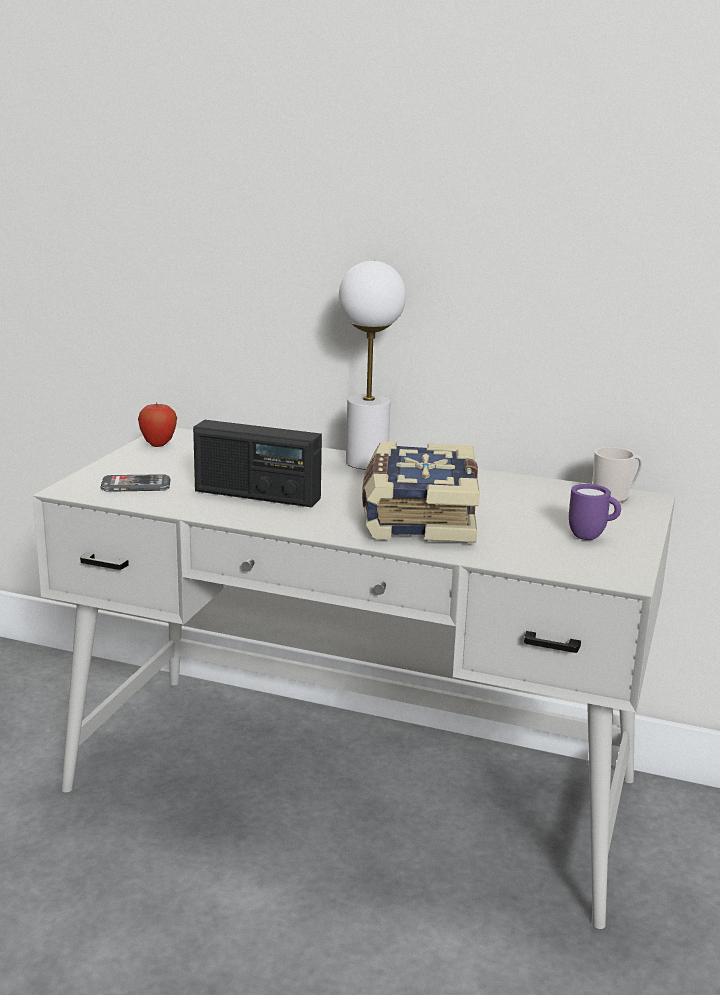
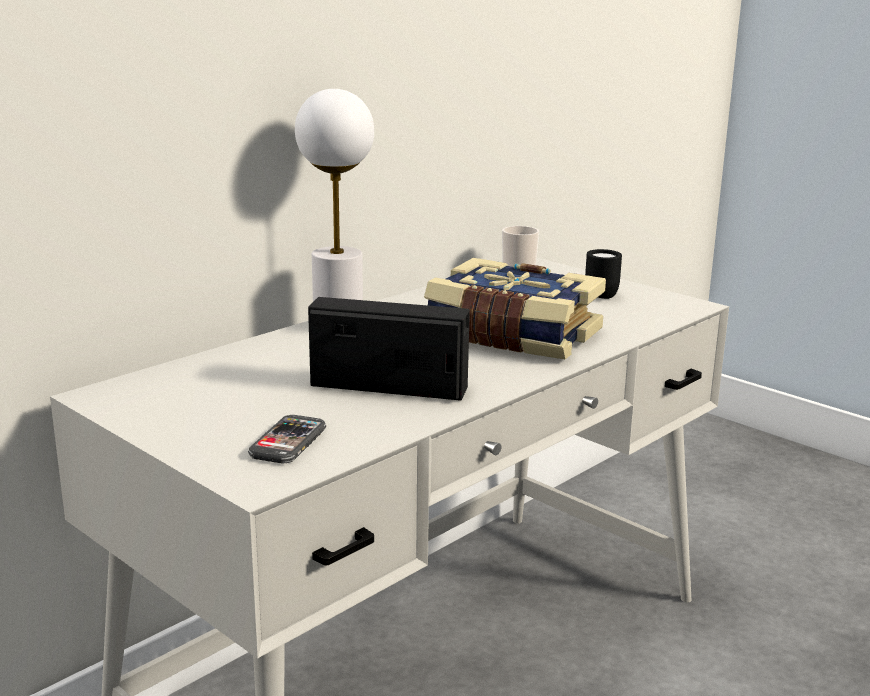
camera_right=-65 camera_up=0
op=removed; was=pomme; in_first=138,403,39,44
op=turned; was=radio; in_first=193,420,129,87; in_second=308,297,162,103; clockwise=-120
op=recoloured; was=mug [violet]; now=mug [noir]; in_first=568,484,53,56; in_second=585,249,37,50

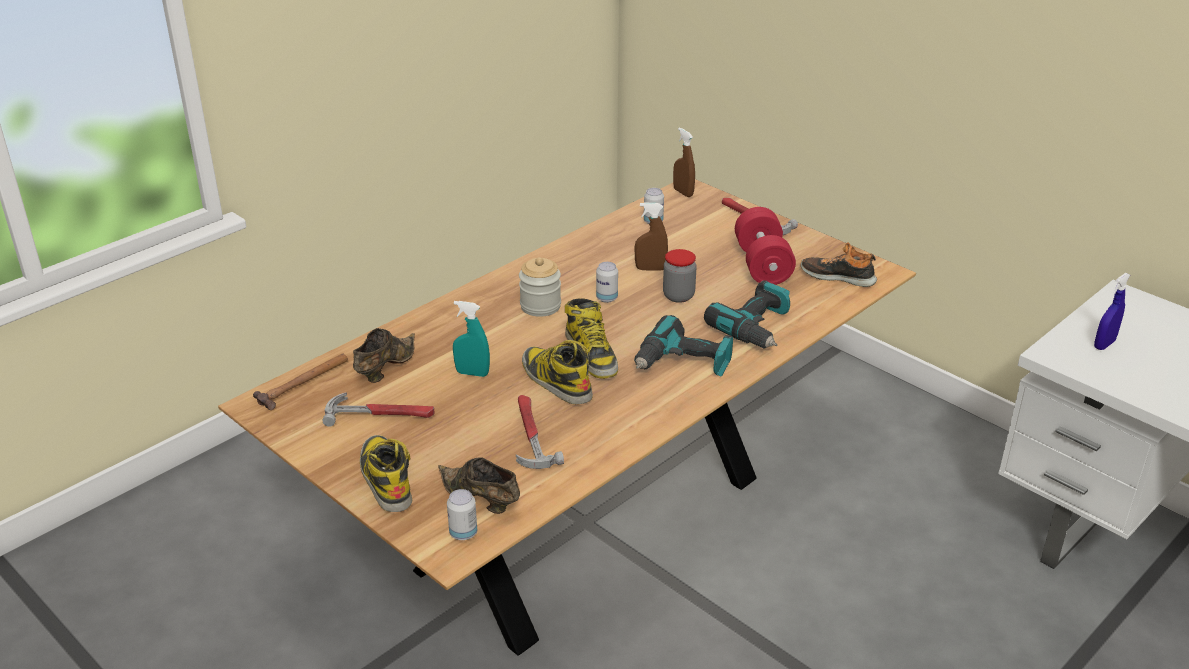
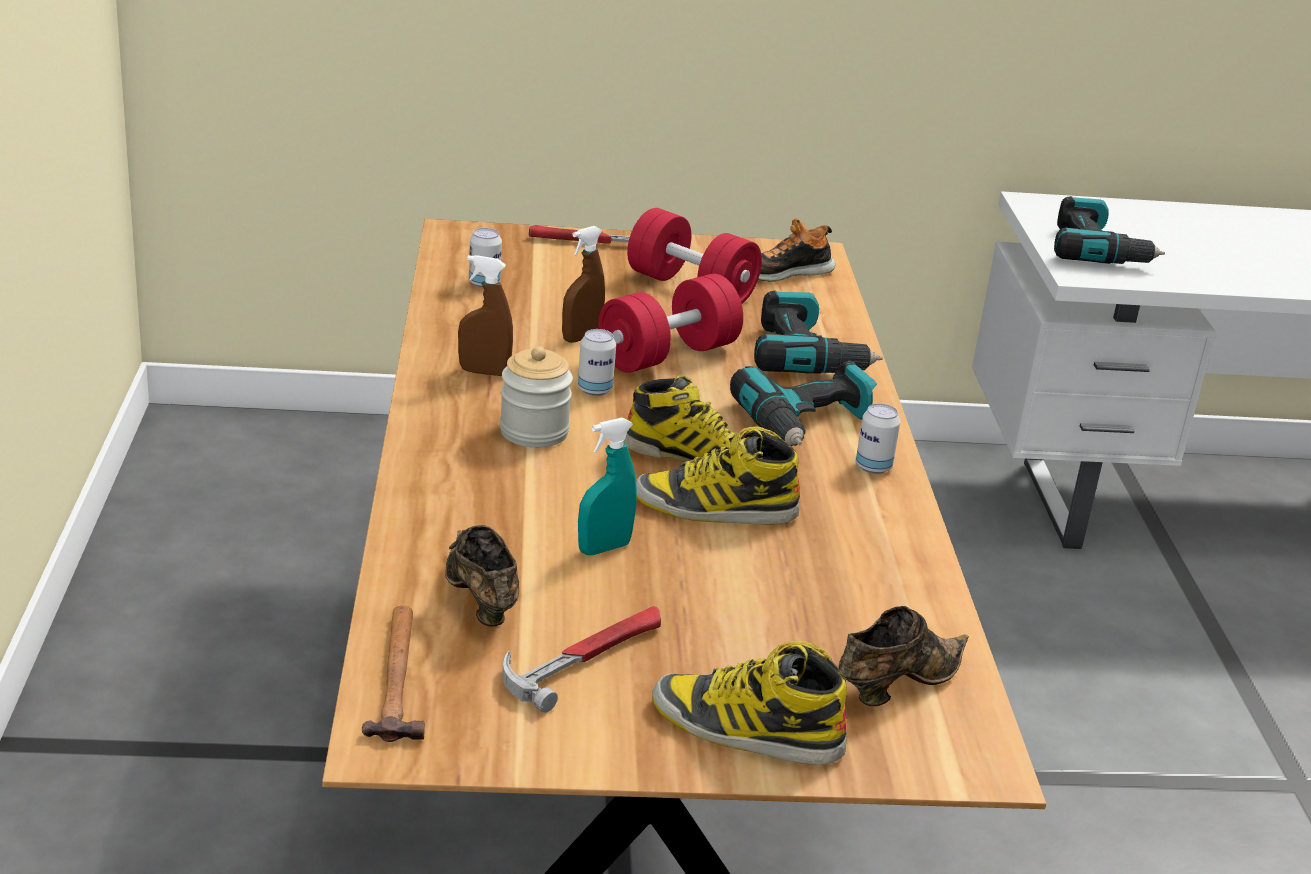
camera_right=-50 camera_up=-5
op=moved; was=vaporisateur [marron]; in_first=673,127,22,70; in_second=458,255,55,121
op=replaced; was=bocal; now=haltère [rouge]; in_first=663,249,34,54; in_second=598,274,145,99
op=replaced; was=vaporisateur [bleu]; now=perceuse; in_first=1094,273,36,77; in_second=1054,196,111,68
op=removed; was=marteau; in_first=516,395,48,74
op=turned; was=chaussure [marron]; in_first=438,457,82,57; in_second=839,606,130,100; clockwise=150
op=moved; was=boîte métallique; in_first=447,489,30,51; in_second=856,403,44,71

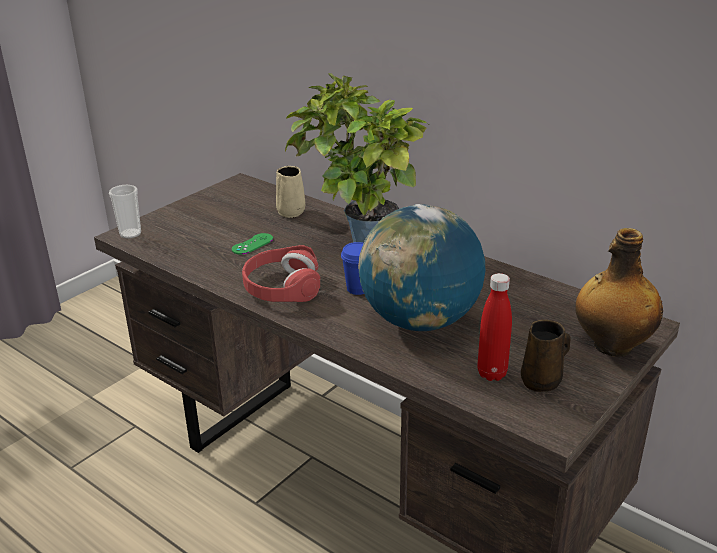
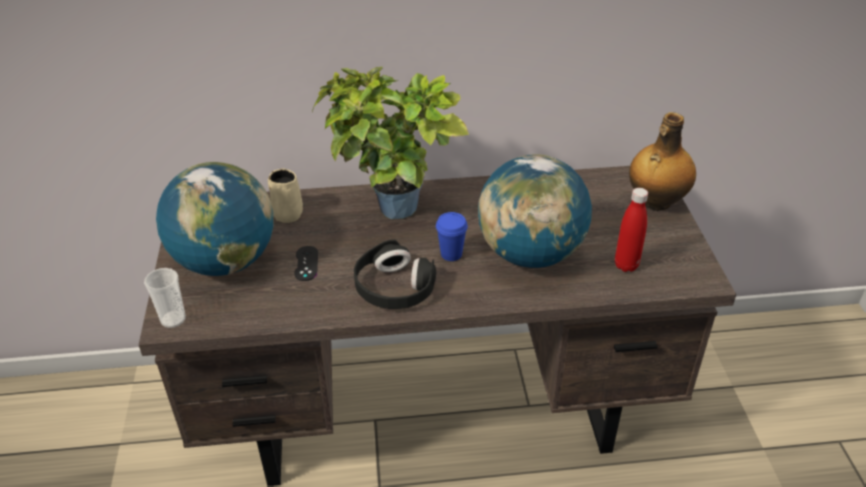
camera_right=-45 camera_up=10
op=recoloured; was=manette [vert]; now=manette [noir]; in_first=232,233,41,22; in_second=294,246,24,35
op=recoloured; was=casque audio [rouge]; now=casque audio [noir]; in_first=242,245,78,57; in_second=354,240,82,69
op=removed; was=mug [marron]; in_first=521,320,50,72
op=added; now=globe; in_second=156,162,118,114

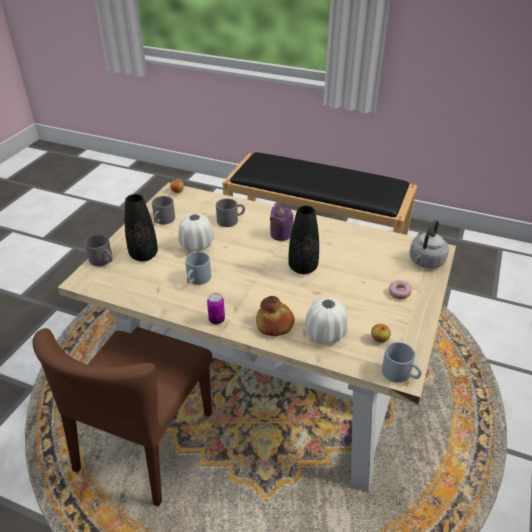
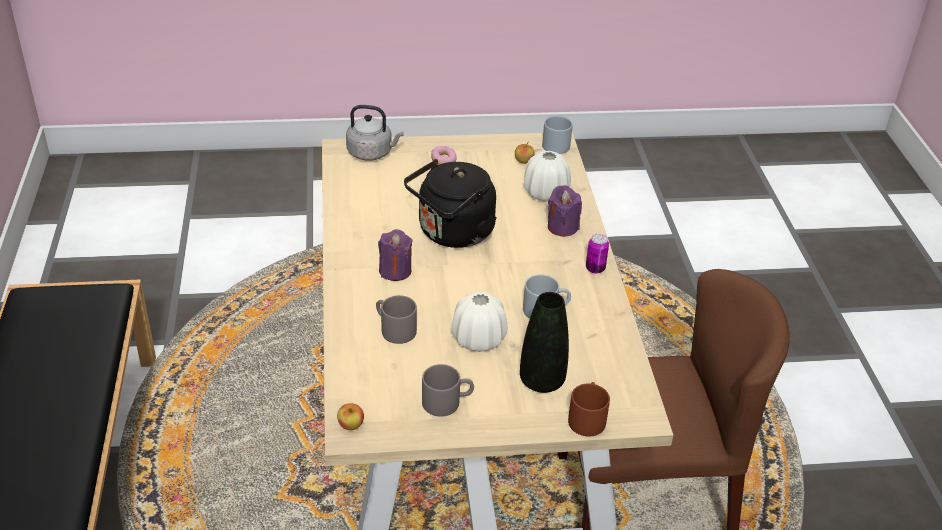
camera_right=-120 camera_up=0
op=replaced; was=vase [noir]; now=bouilloire [noir]; in_first=288,206,31,68; in_second=404,159,93,89
op=recoloured; was=mug [gris]; now=mug [marron]; in_first=85,235,27,31; in_second=568,382,42,55
op=replaced; was=pain; now=bougie [violet]; in_first=256,296,39,40; in_second=548,185,34,52

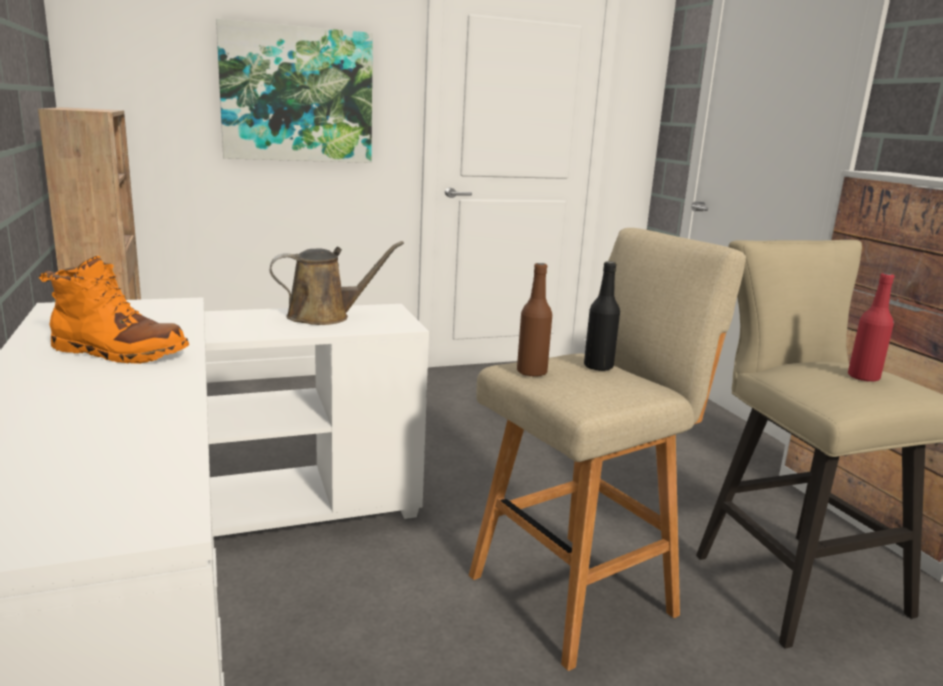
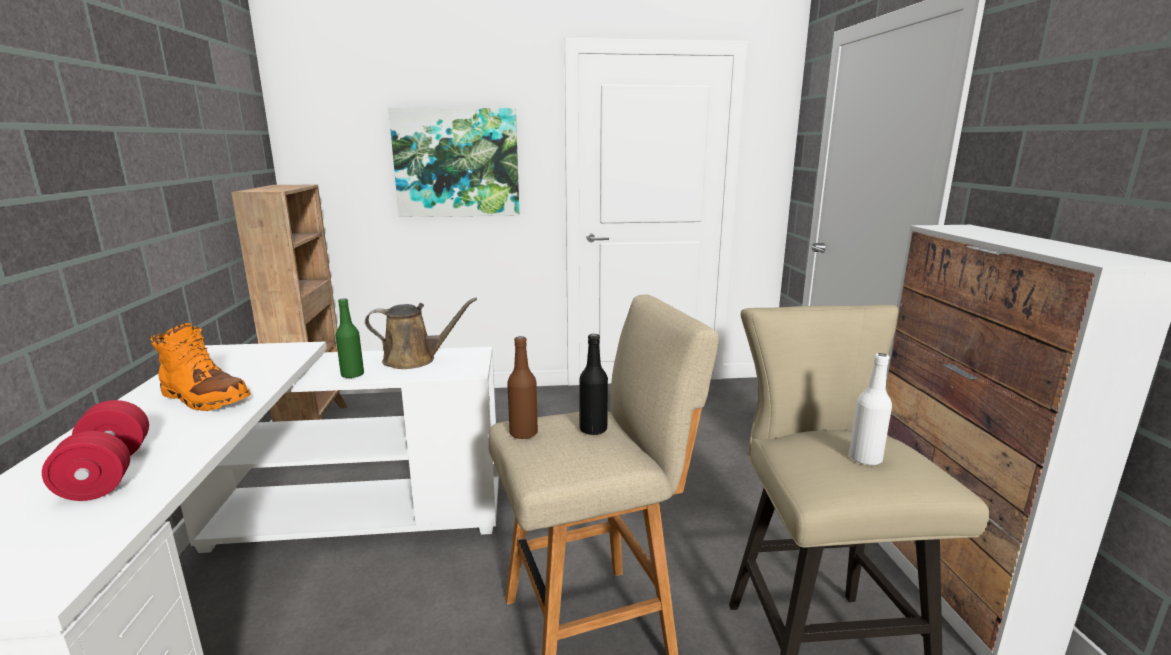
camera_right=15 camera_up=0
op=recoloured; was=bouteille [rouge]; now=bouteille [blanc]; in_first=848,273,47,109; in_second=849,353,43,112
op=added; now=bouteille [vert]; in_second=335,298,29,80
op=added; now=haltère [rouge]; in_second=42,400,107,101

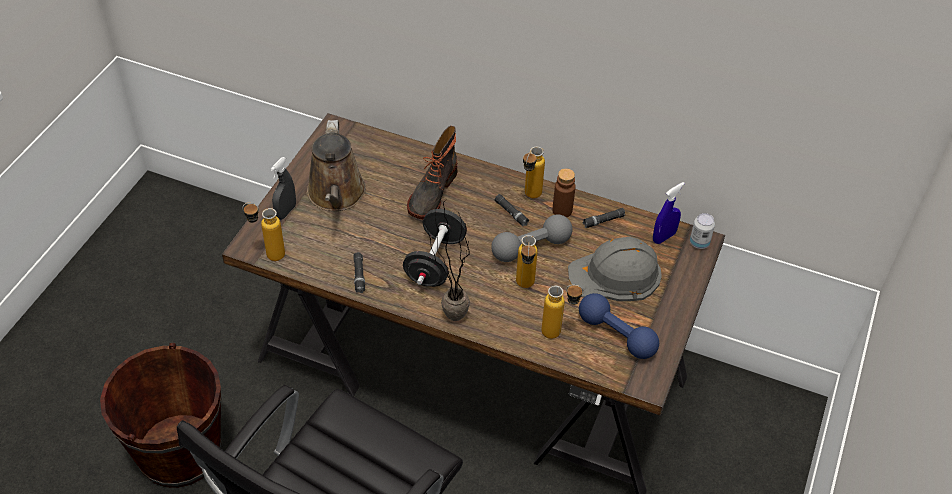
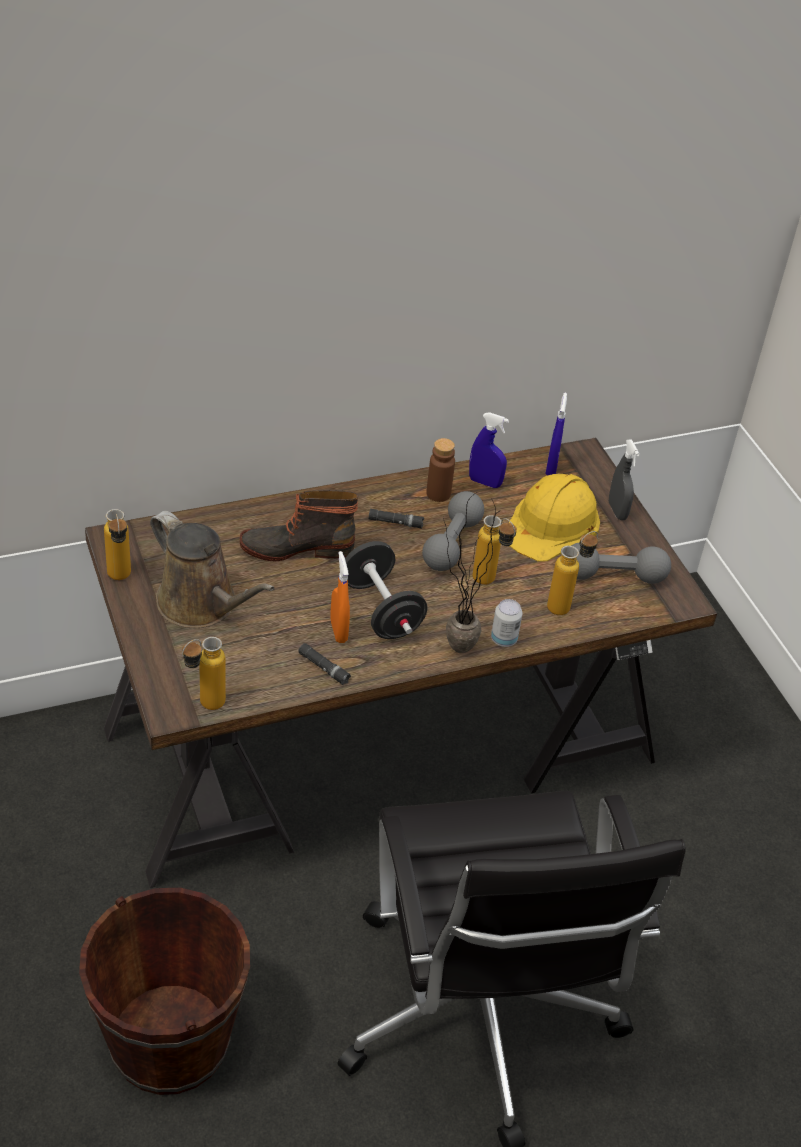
camera_right=-45 camera_up=-5
op=turned; was=botte; in_first=407,126,50,93; in_second=240,490,118,72; clockwise=105
op=moved; was=bouteille; in_first=523,147,22,51; in_second=104,509,27,71
op=moved; was=vaporisateur [gris]; in_first=270,157,26,63; in_second=609,439,31,81
op=replaced; was=lampe de poche [noir]; now=vaporisateur [bleu]; in_first=583,208,42,20; in_second=469,412,40,76
op=moved; was=boîte métallique; in_first=690,213,25,36; in_second=491,599,31,48
op=recoloured; was=casque de chantier [gris]; now=casque de chantier [jaune]; in_first=568,237,94,64; in_second=509,474,91,88
op=recoloured; was=haltère [bleu]; now=haltère [gris]; in_first=579,293,80,66; in_second=571,542,100,42
op=added; now=vaporisateur [orange]; in_second=331,551,19,92

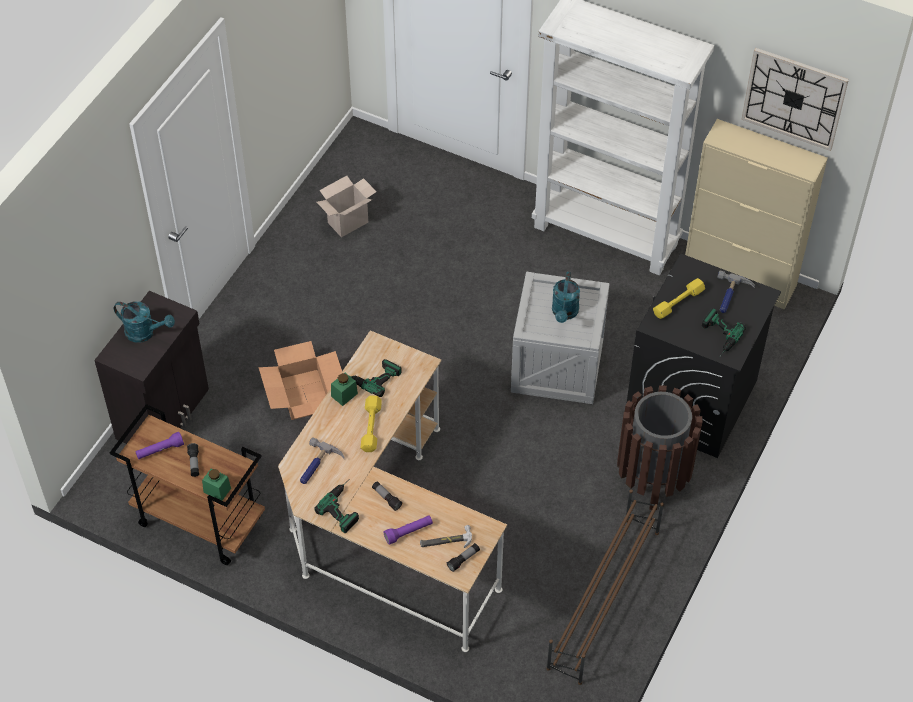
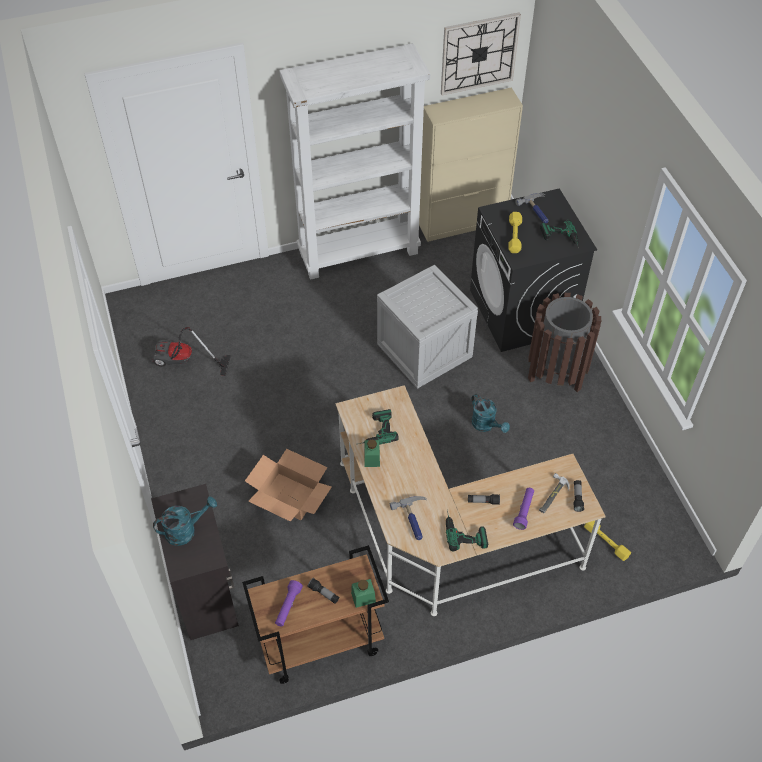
camera_right=-45 camera_up=0
op=replaced; was=carton; now=aspirateur; in_first=317,176,60,61; in_second=152,327,79,49
op=moved; was=arrosoir [turquoise]; in_first=552,272,28,51; in_second=471,394,39,39
op=moved; was=haltère [jaune]; in_first=360,395,22,57; in_second=584,521,47,40
op=removed; was=étagère à chaussures [marron]; in_first=547,489,117,196

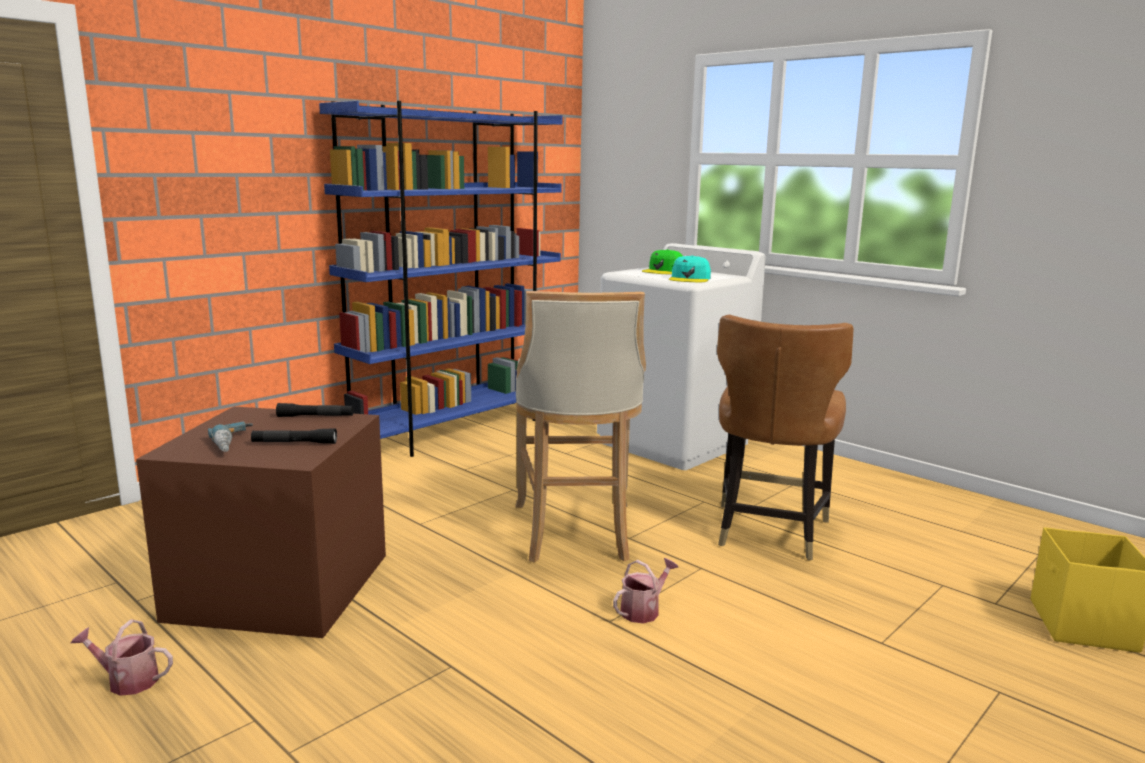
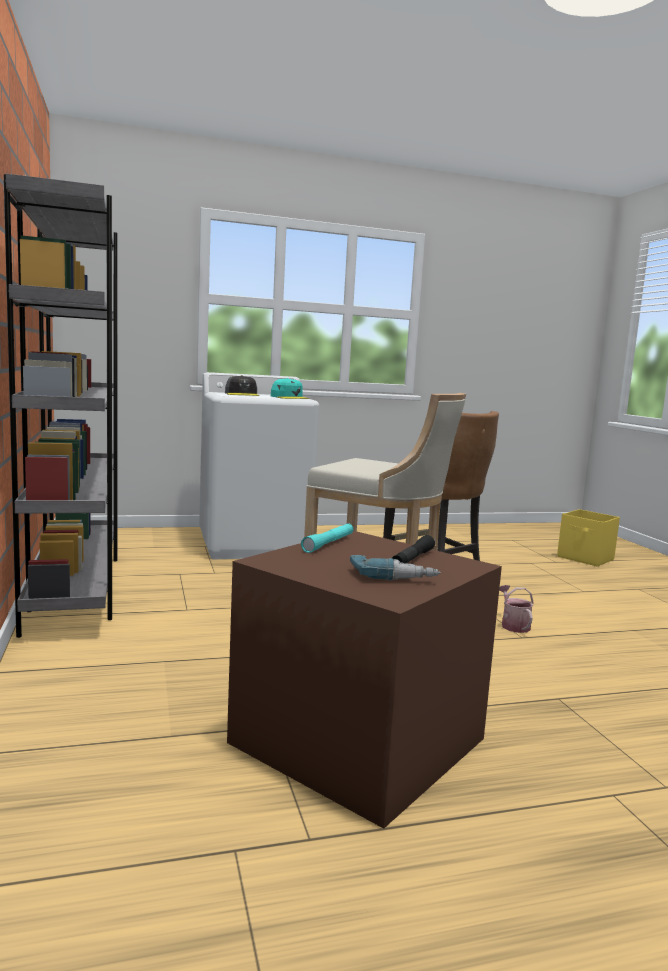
camera_right=-60 camera_up=-5
op=recoloured; was=bibliothèque [bleu]; now=bibliothèque [gris]; in_first=319,101,244,356; in_second=3,174,114,464
op=recoloured; was=casquette [vert]; now=casquette [gris]; in_first=642,249,41,25; in_second=225,375,35,21
op=recoloured; was=lampe de poche [noir]; now=lampe de poche [turquoise]; in_first=276,403,78,14; in_second=301,523,52,30
op=removed; was=arrosoir; in_first=71,619,102,77

